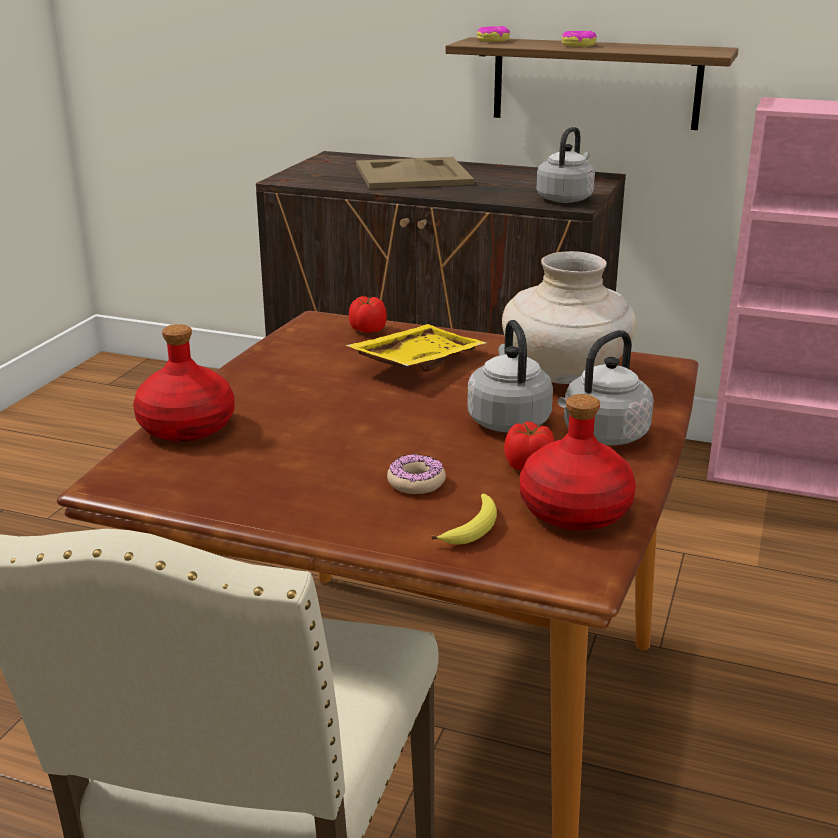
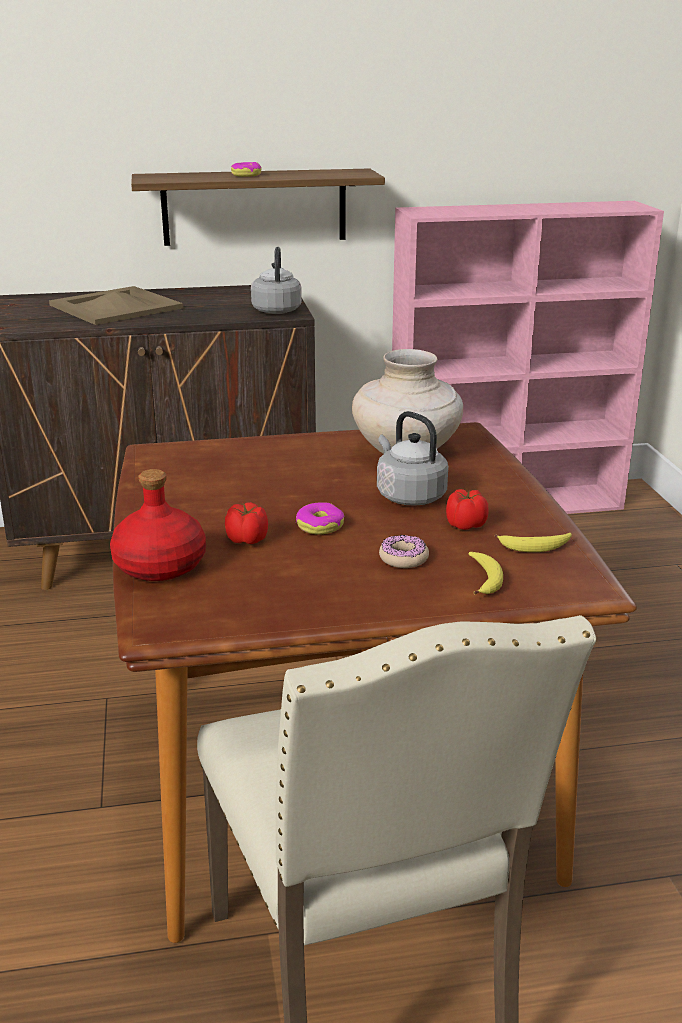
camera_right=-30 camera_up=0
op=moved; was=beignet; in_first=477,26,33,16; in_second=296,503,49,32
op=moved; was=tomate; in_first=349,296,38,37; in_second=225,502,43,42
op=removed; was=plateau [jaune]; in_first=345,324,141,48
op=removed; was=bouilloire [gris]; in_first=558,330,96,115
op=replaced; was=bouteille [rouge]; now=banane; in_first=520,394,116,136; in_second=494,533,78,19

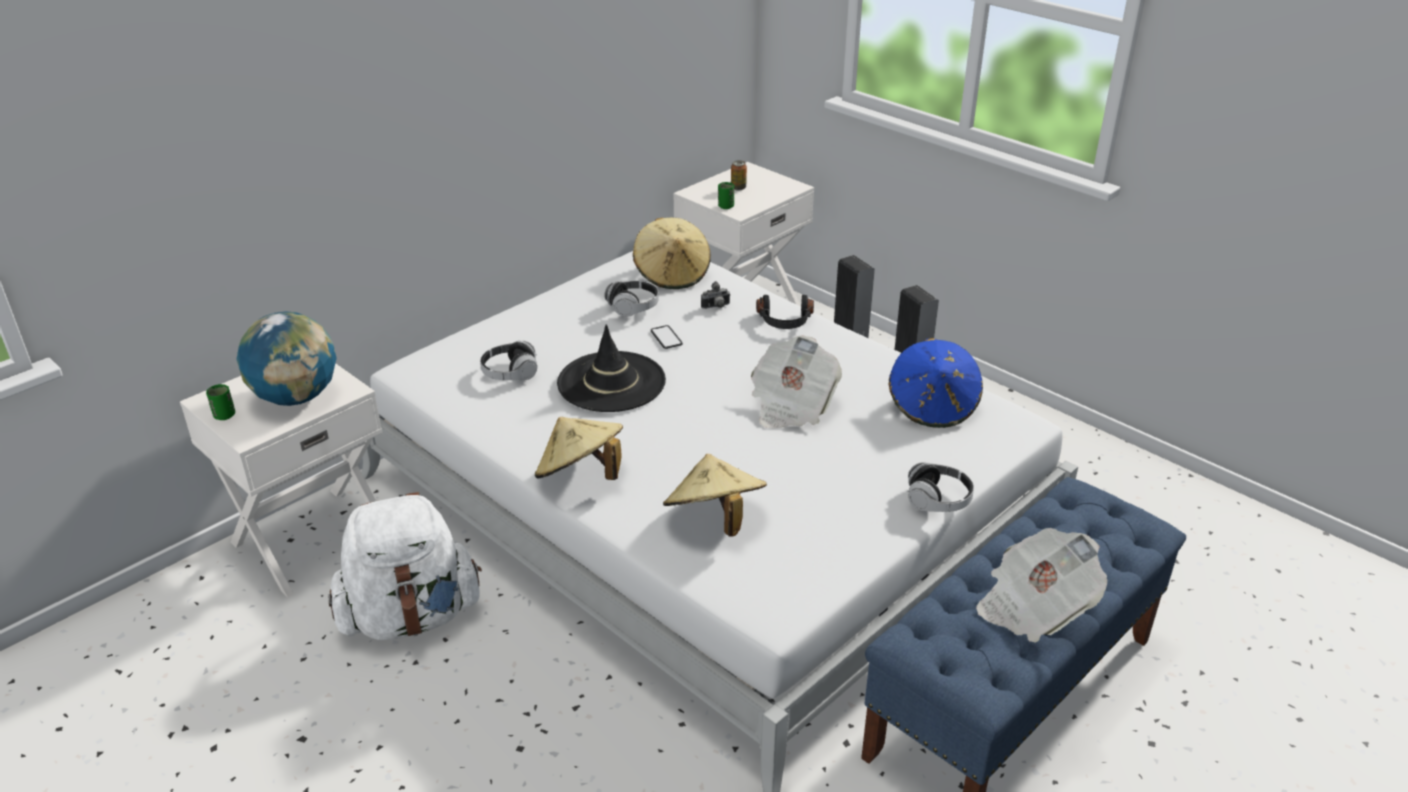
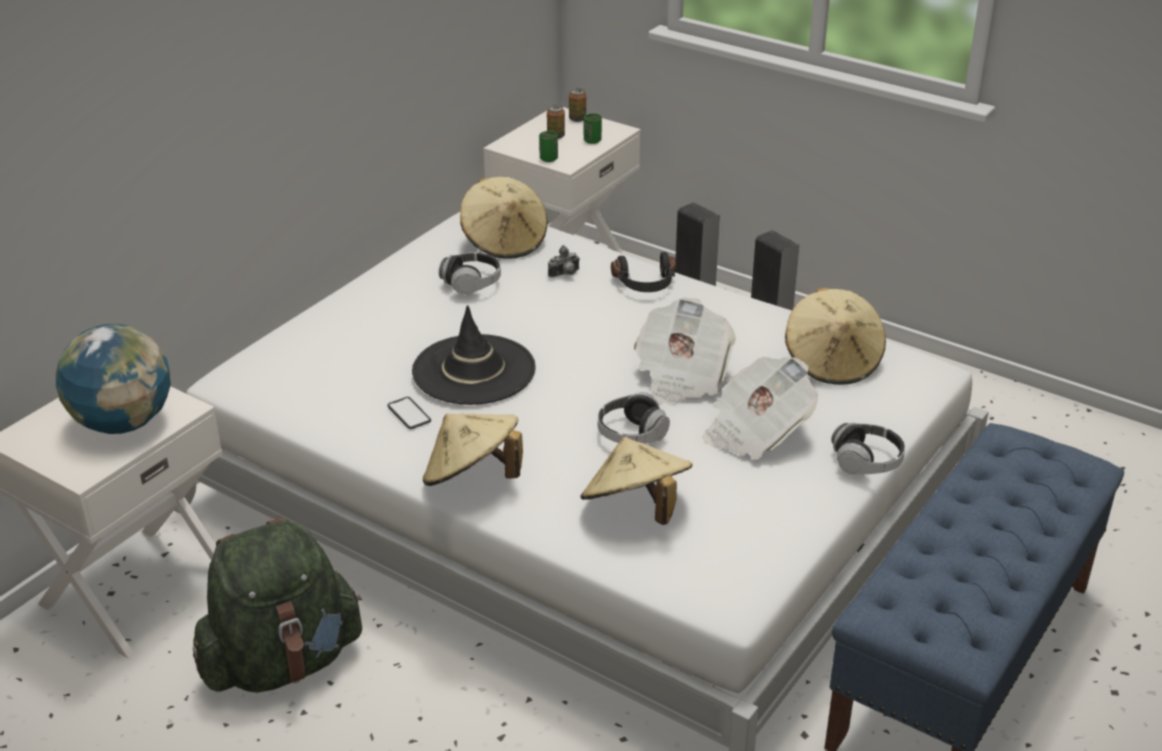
camera_right=-10 camera_up=0
op=moved; was=téléphone; in_first=651,325,32,24; in_second=388,397,43,32
op=recoloured; was=chapeau [bleu]; now=chapeau [beige]; in_first=888,338,95,90; in_second=785,288,101,97
op=moved; was=casque audio; in_first=480,341,57,40; in_second=598,392,72,52
op=moved; was=tasse [vert]; in_first=206,384,29,36; in_second=584,113,18,31
op=recoloured; was=sac à dos [blanc]; now=sac à dos [vert]; in_first=329,492,153,148; in_second=193,518,169,175
op=moved; was=journal; in_first=976,528,131,115; in_second=702,357,116,102
op=added; now=boîte métallique; in_second=569,88,17,34

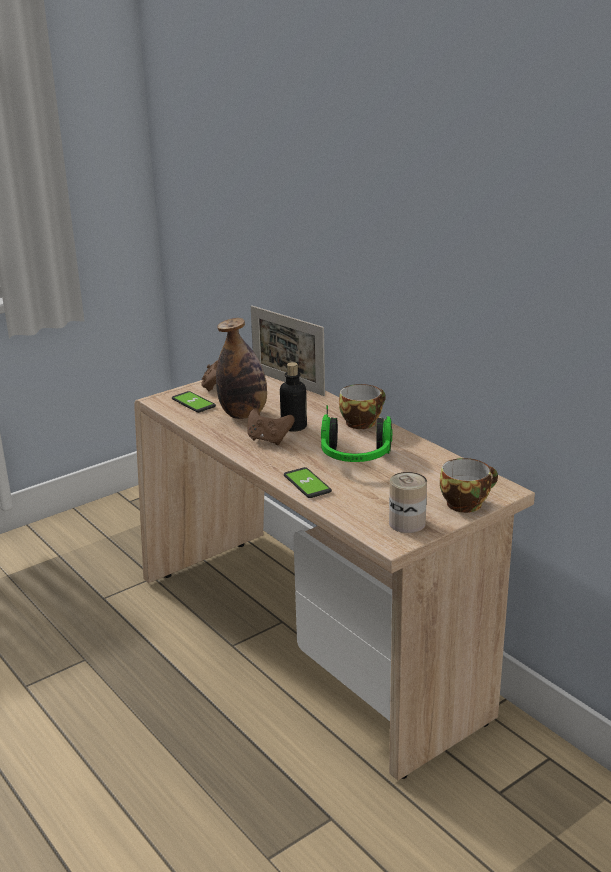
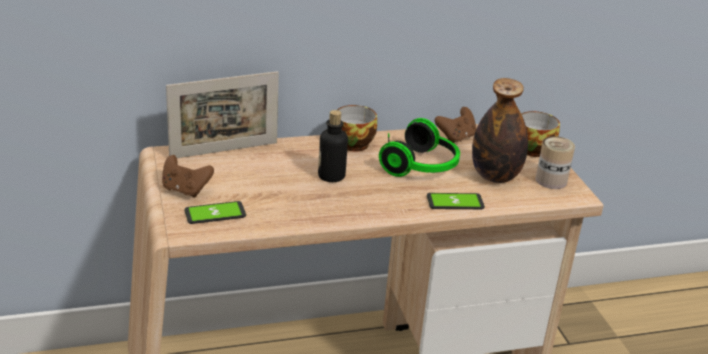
camera_right=-70 camera_up=5
op=moved; was=bouteille; in_first=216,318,51,101; in_second=472,78,56,105
op=moved; was=manette [marron]; in_first=247,408,48,37; in_second=435,107,41,36

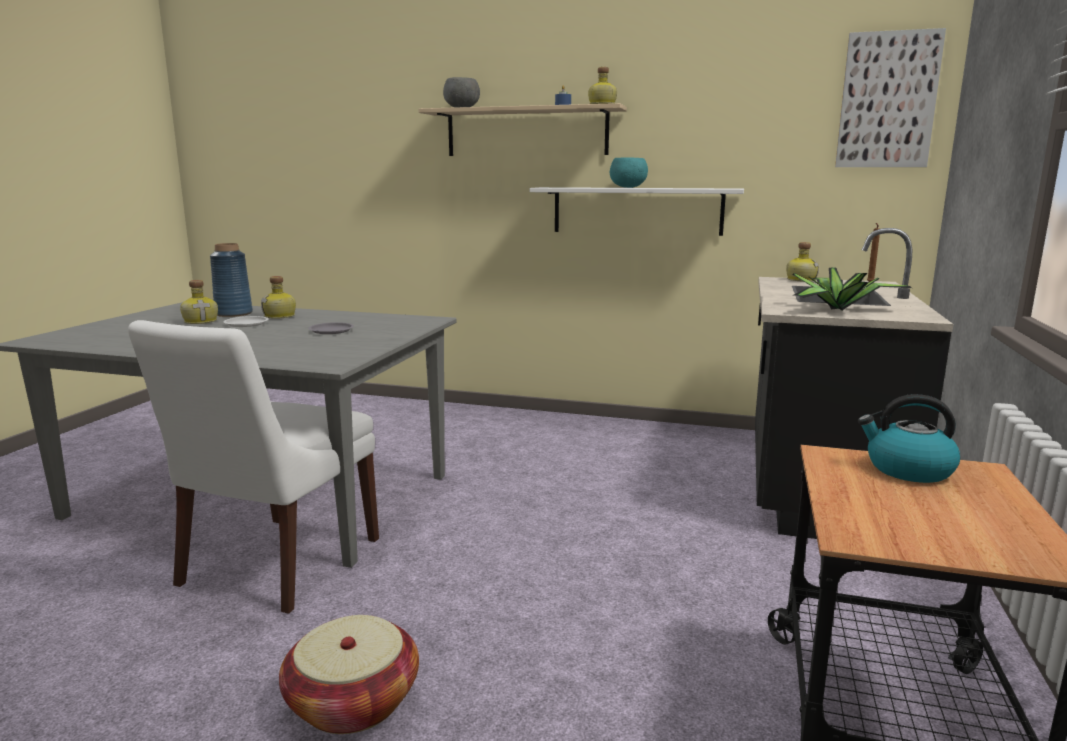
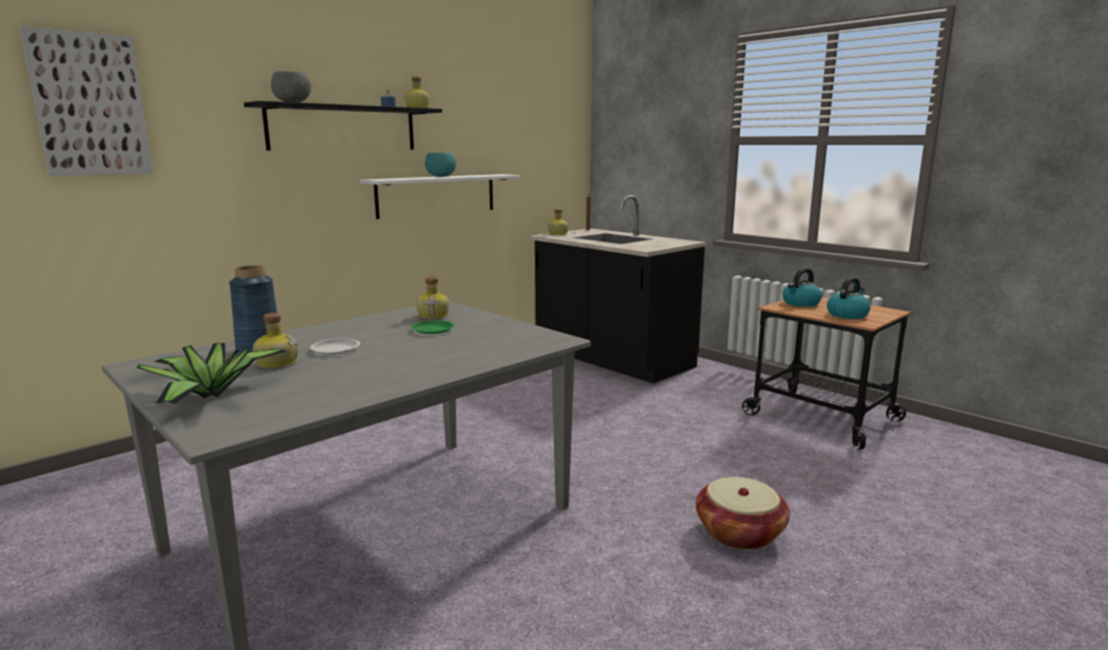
camera_right=-60 camera_up=0
op=moved; was=tableau; in_first=835,28,111,139; in_second=20,26,133,150
op=recoloured; was=étagère [beige]; now=étagère [noir]; in_first=418,103,209,53; in_second=244,101,198,50
op=moved; was=plante en pot; in_first=792,267,120,44; in_second=136,343,151,61
op=moved; was=bouteille; in_first=261,276,35,43; in_second=416,276,33,43
op=removed; was=chaise [blanc]; in_first=128,320,251,294
op=recoloured; was=assiette [gris]; now=assiette [vert]; in_first=308,322,46,12; in_second=411,320,44,14
op=added; now=bouilloire; in_second=827,277,44,42

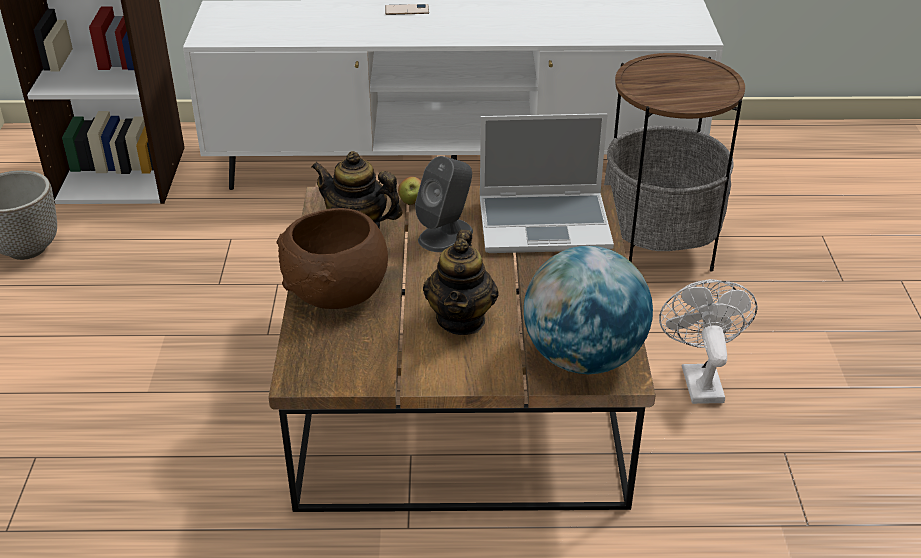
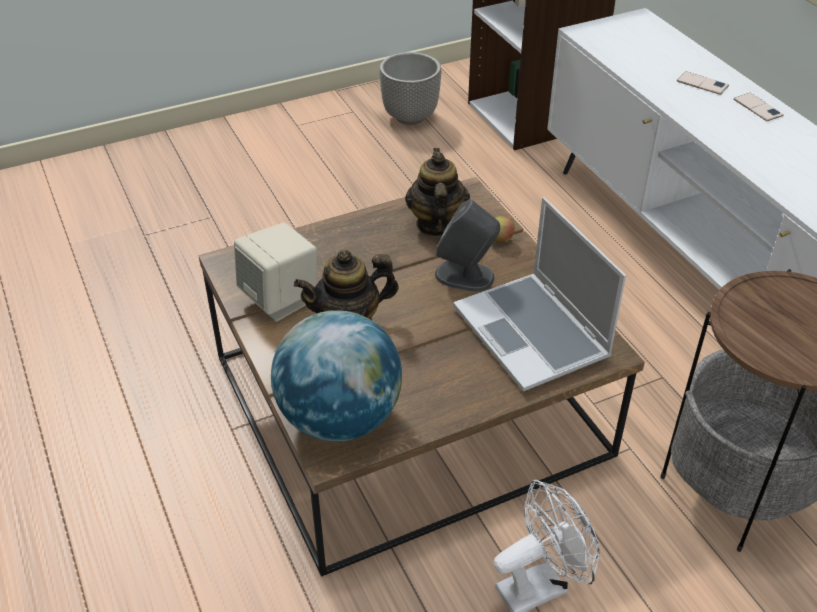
camera_right=65 camera_up=5
op=removed; was=bol [marron]; in_first=276,208,112,101
op=added; now=téléphone; in_second=677,71,52,24
op=added; now=enceinte [beige]; in_second=234,222,83,100

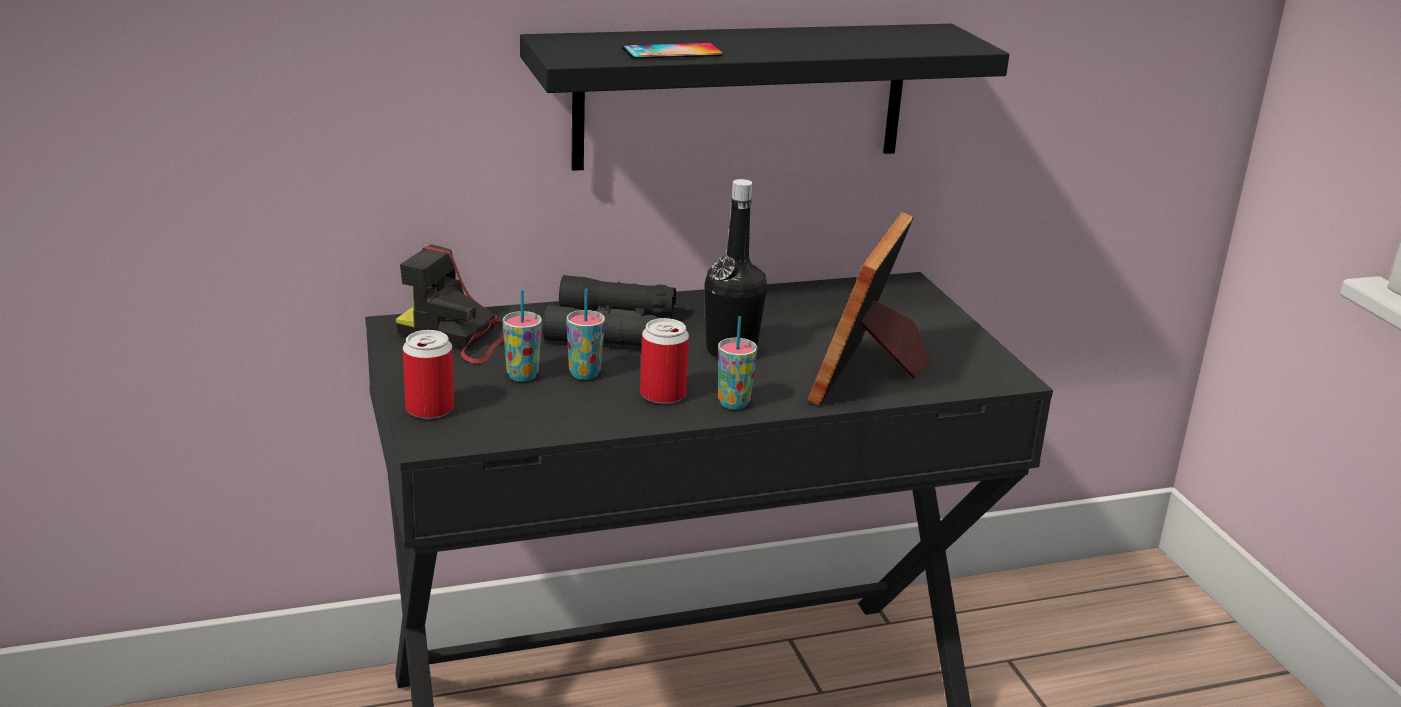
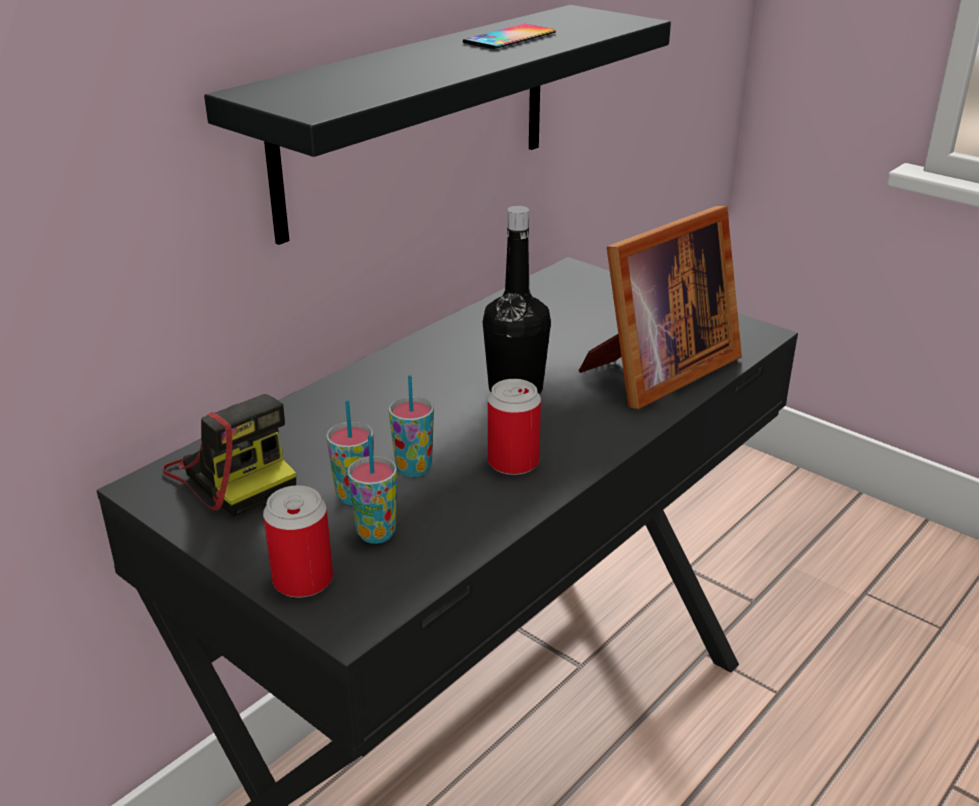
camera_right=-30 camera_up=5
op=moved; was=téléphone; in_first=622,43,101,16; in_second=463,24,93,25
op=turned; was=cadre photo; in_first=808,212,123,194; in_second=579,206,163,203; clockwise=-120
op=turned; was=appareil photo; in_first=395,244,109,120; in_second=163,394,133,123; clockwise=-120
op=removed; was=jumelles [noir]; in_first=543,275,133,72
op=moved; was=tasse; in_first=718,316,39,94; in_second=347,435,50,109

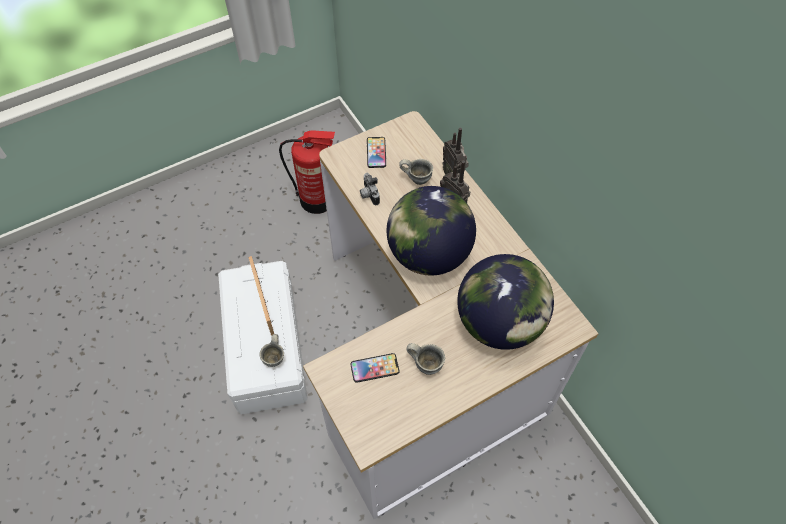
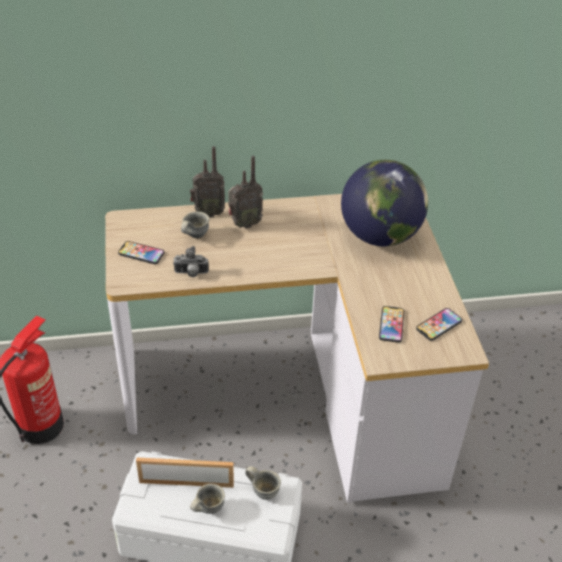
camera_right=-70 camera_up=-15
op=removed; was=globe; in_first=387,186,89,90
op=moved; was=mug [gris]; in_first=407,343,38,32; in_second=190,484,35,30
op=added; now=téléphone; in_second=416,308,46,33

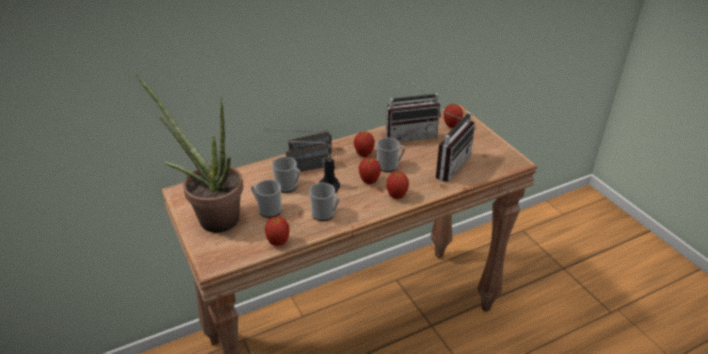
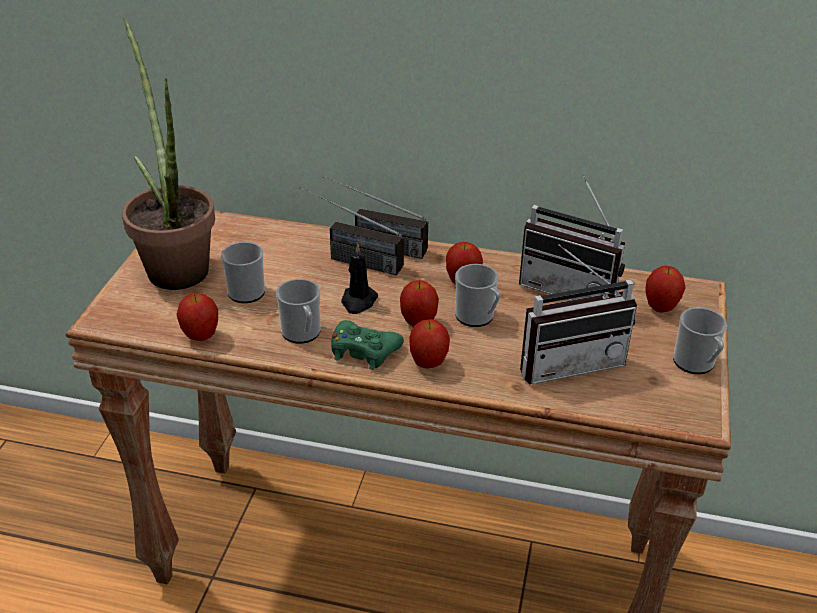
camera_right=40 camera_up=0
op=moved; was=mug; in_first=272,157,29,36; in_second=673,307,54,67
op=added; now=manette [vert]; in_second=331,320,73,50

